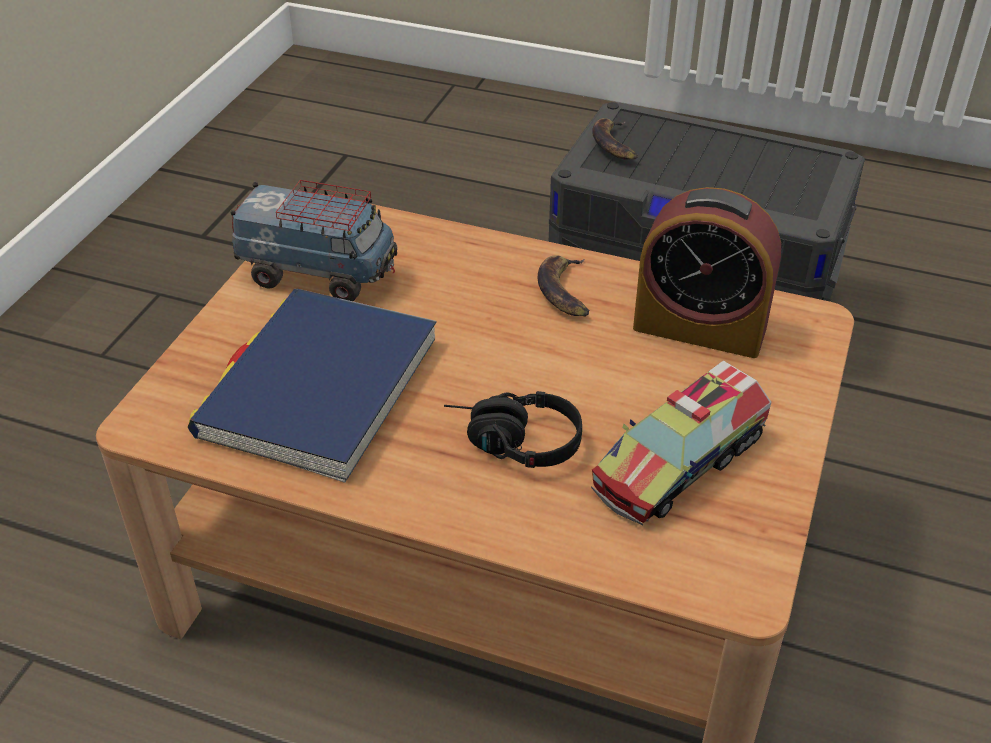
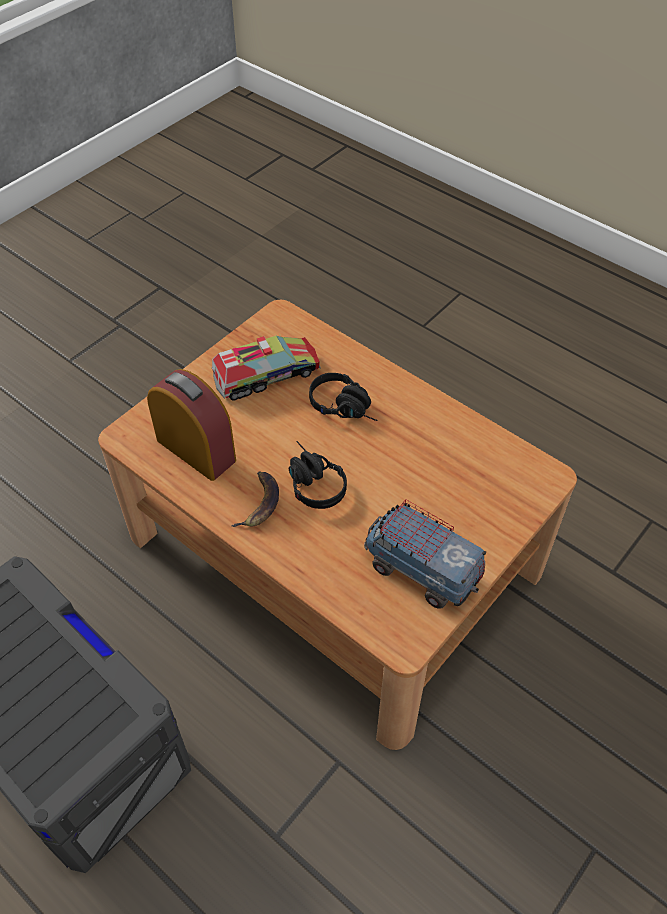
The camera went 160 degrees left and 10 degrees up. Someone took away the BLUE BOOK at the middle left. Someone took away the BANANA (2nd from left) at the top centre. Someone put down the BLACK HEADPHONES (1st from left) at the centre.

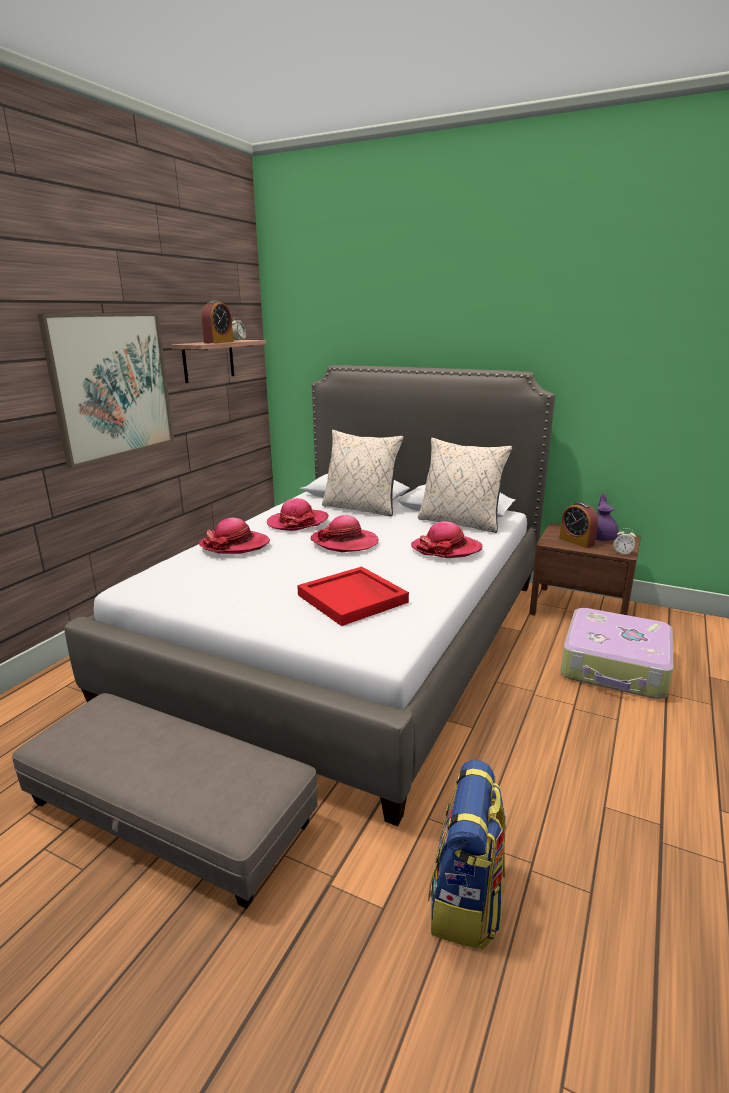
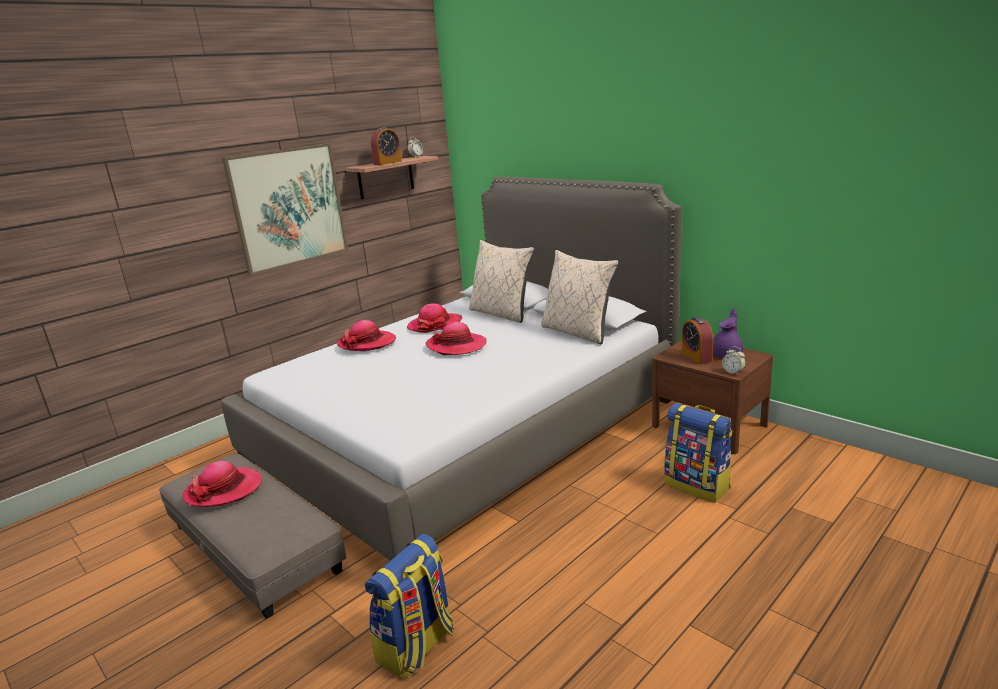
The camera went 20 degrees right and 0 degrees up. Someone took away the RED TRAY at the centre. Someone carried the HAT (4th from left in the first image) from the centre to the bottom left. Someone swapped the SUITCASE at the middle right for the BACKPACK (2nd from left) at the middle right.

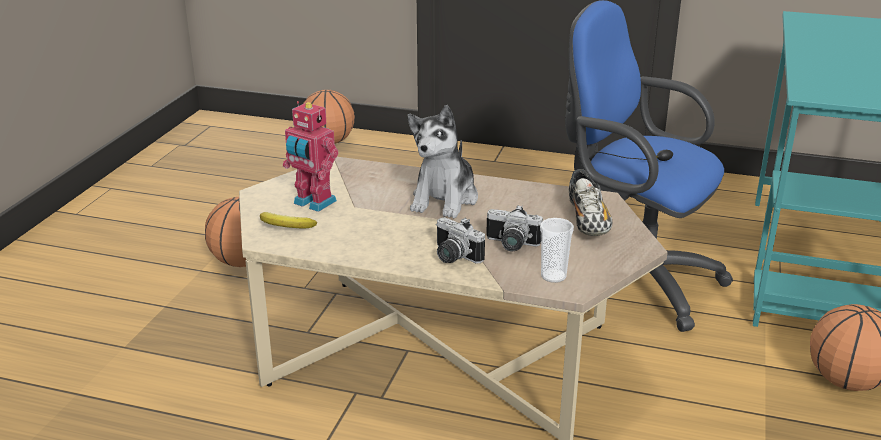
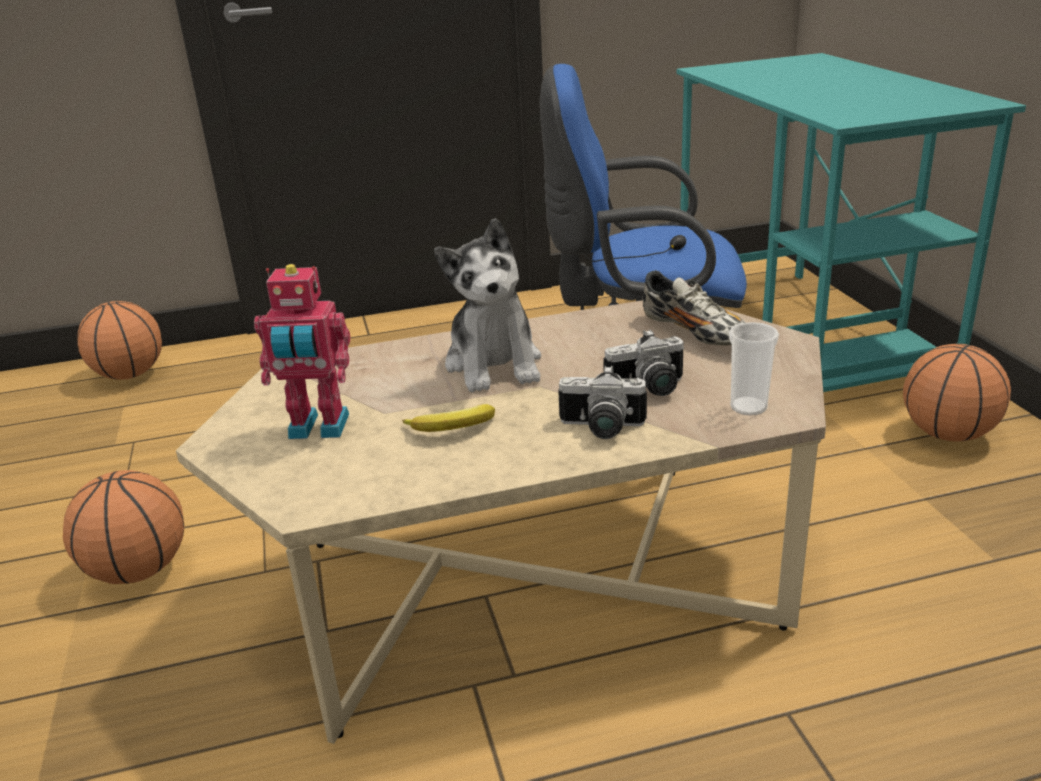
The camera went 30 degrees left and 0 degrees up. Someone carried the BANANA from the middle left to the centre.

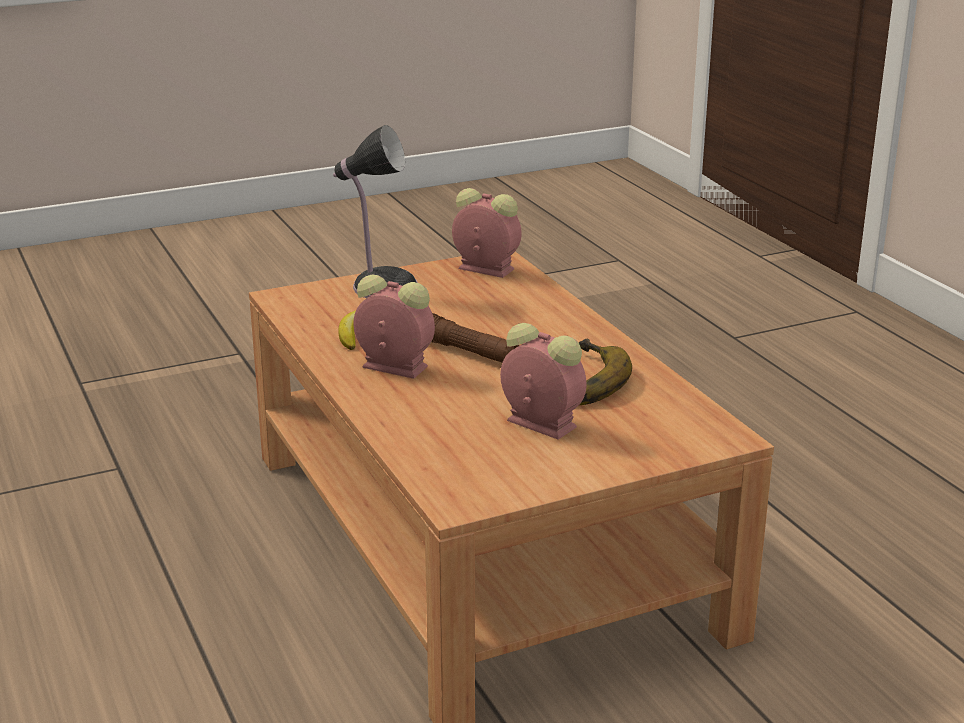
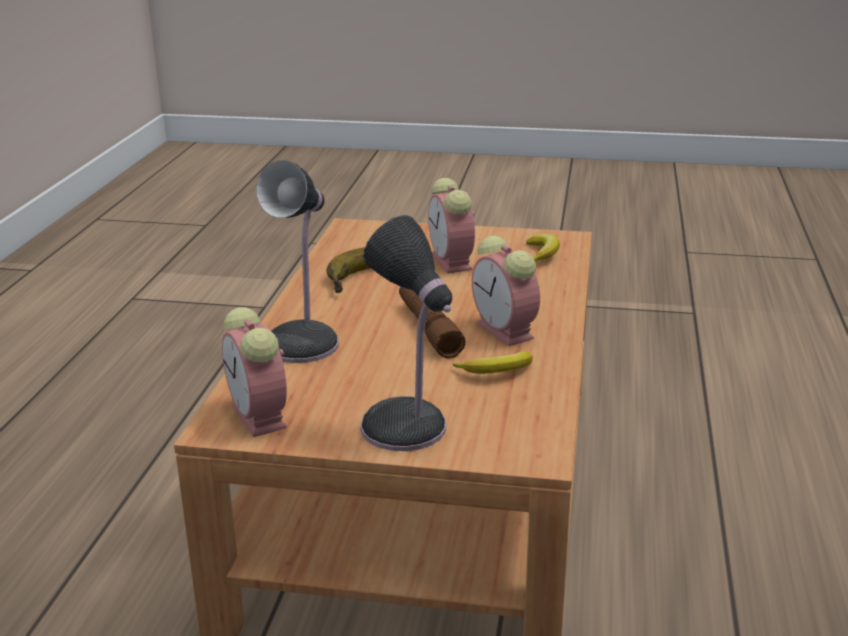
The camera went 145 degrees left and 0 degrees up. Someone put down the TABLE LAMP (1st from left) at the centre. Someone put down the BANANA (3rd from left) at the centre.

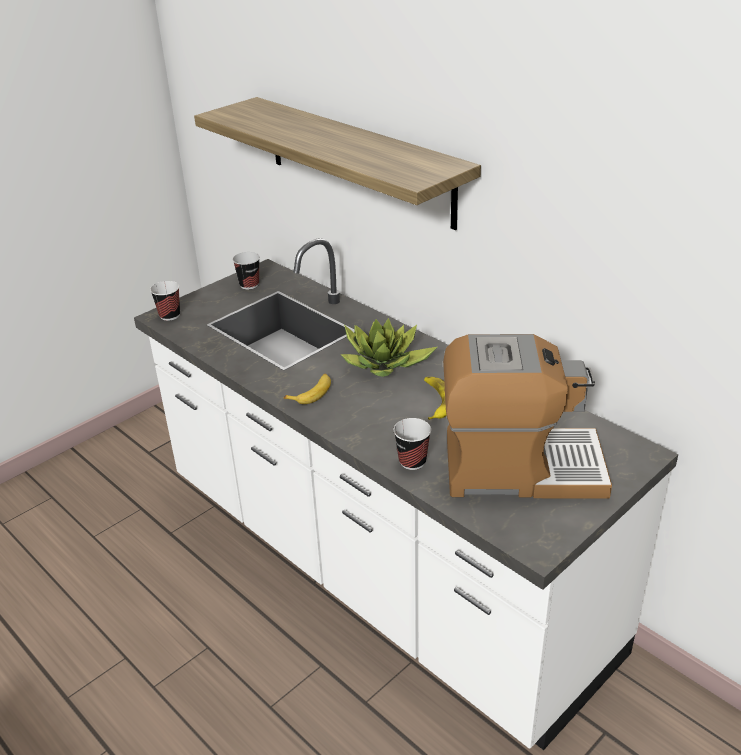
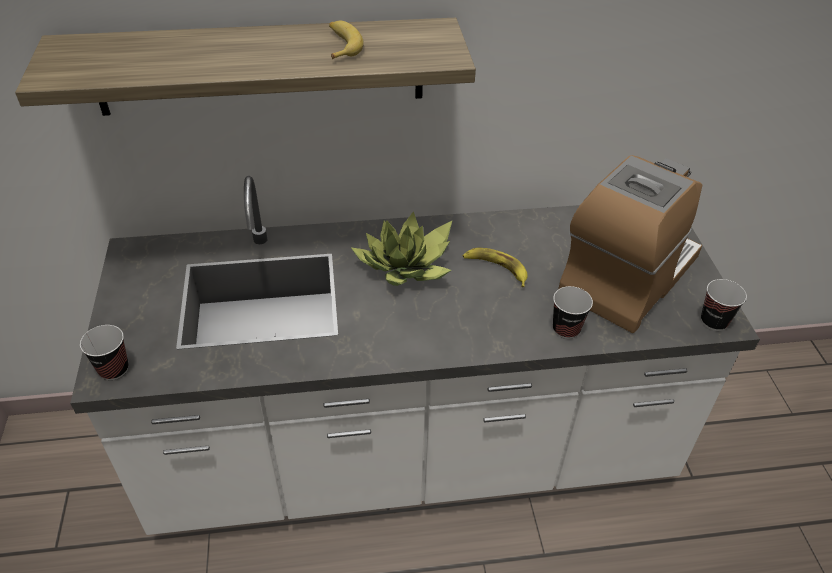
The camera went 55 degrees left and 10 degrees up. Someone carried the CUP (2nd from left in the first image) from the middle left to the middle right. Someone carried the BANANA (1st from left) from the centre to the top centre.

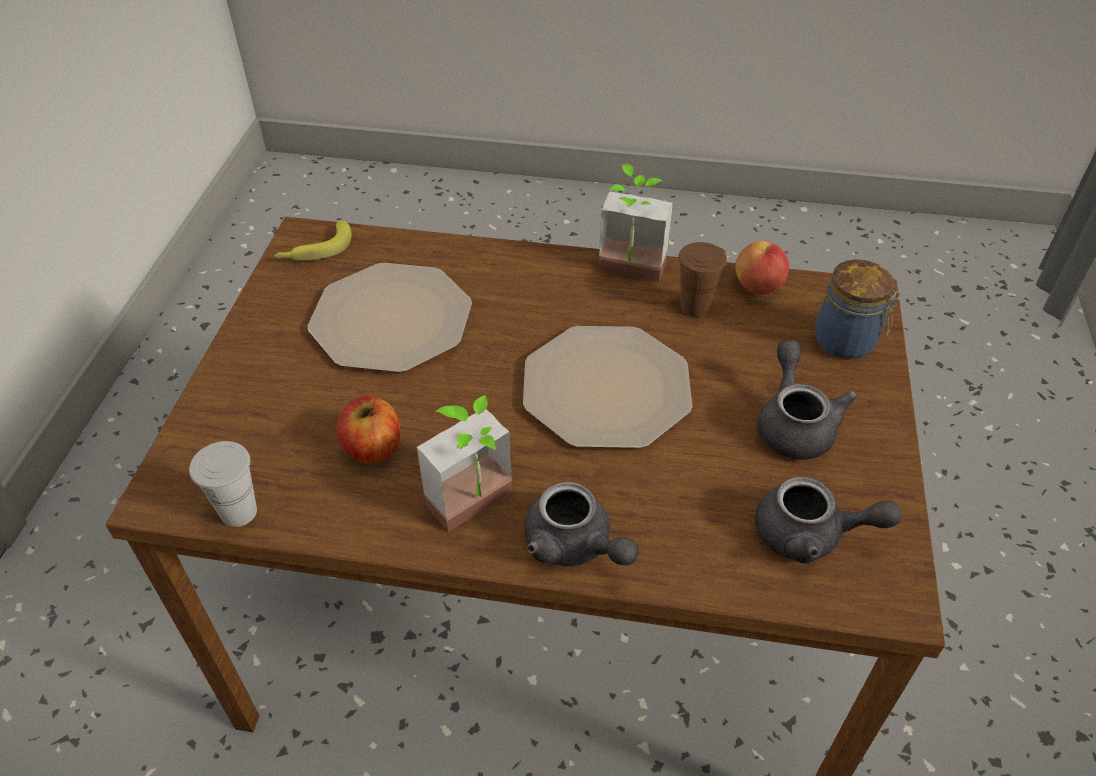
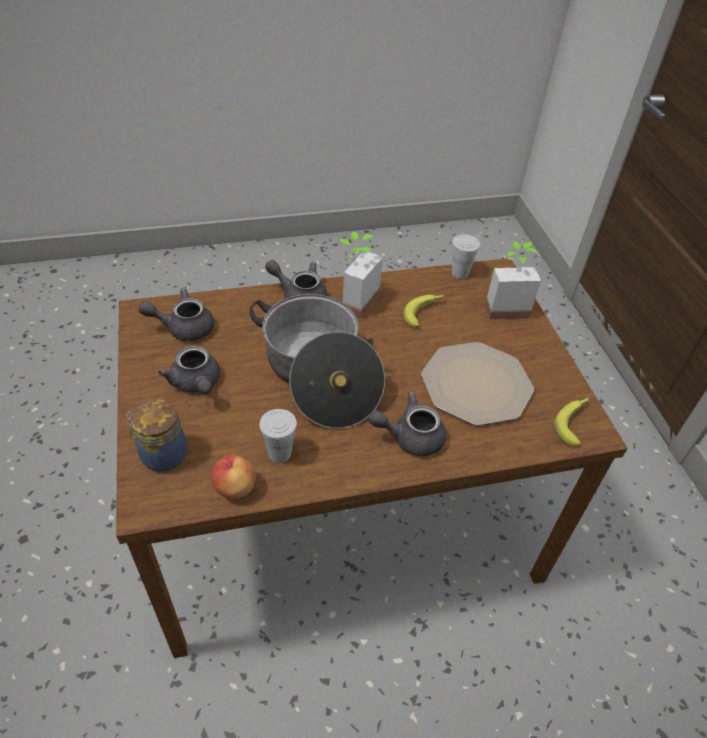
The camera went 155 degrees right and 0 degrees up. Someone put down the GREY TEAPOT (4th from left) at the centre. Someone carried the POTTED PLANT (2nd from left) from the top centre to the middle right. Someone swapped the APPLE (1st from left) at the centre for the BANANA (1st from left) at the centre. Someone swapped the PLATE (2nd from left) at the centre for the COOKING POT at the centre. Someone repainted the BROWN CUP at the centre, which became the WHITE CUP (1st from left) at the centre.

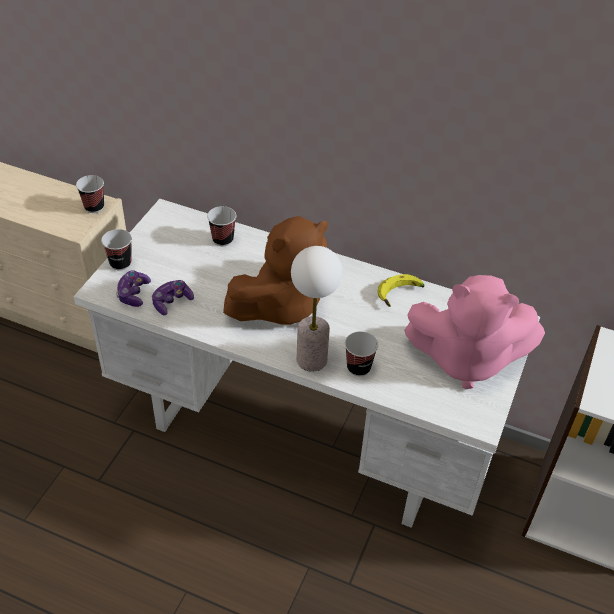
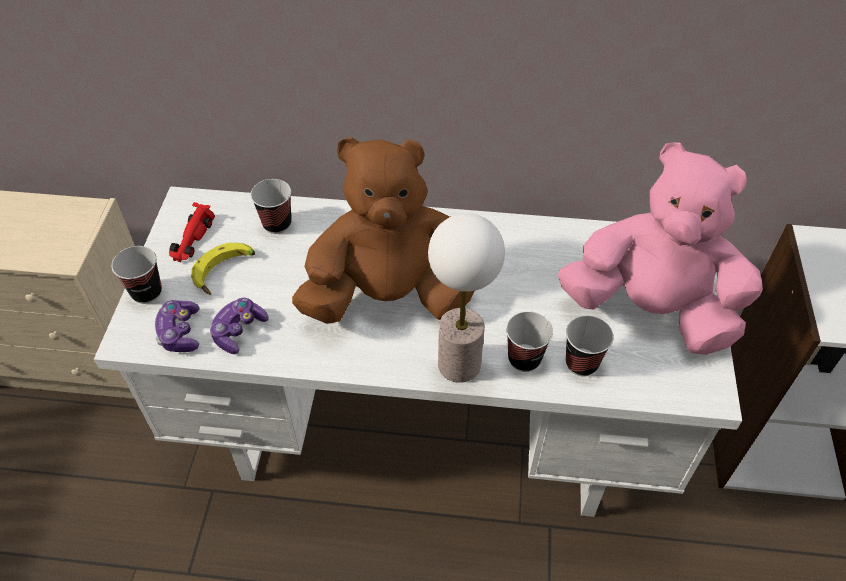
The camera went 15 degrees left and 5 degrees up. Someone put down the RED TOY CAR at the middle left. Someone carried the CUP (1st from left in the first image) from the top left to the middle right. Someone carried the BANANA from the centre to the middle left. Someone rotated the BROWN PLUSH TOY at the centre by 135 degrees counterclockwise. Someone rotated the PINK PLUSH TOY at the middle right by 150 degrees counterclockwise.

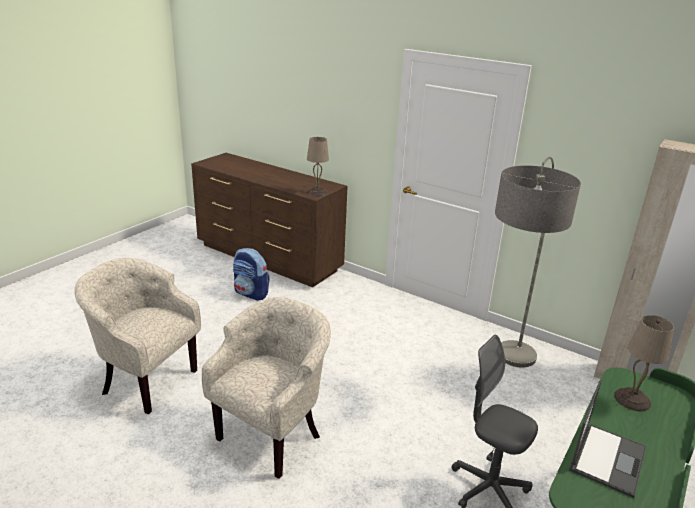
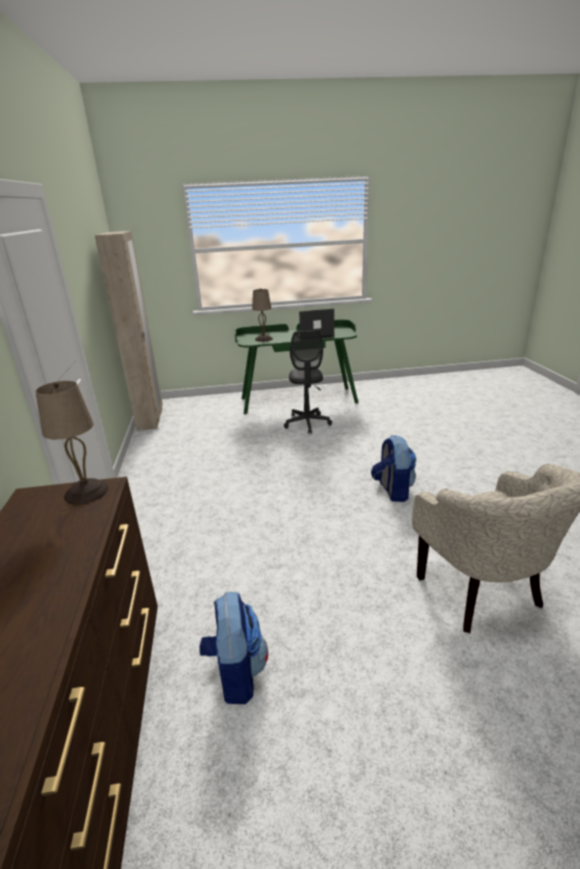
The camera went 130 degrees left and 0 degrees up. Someone took away the FLOOR LAMP at the middle right. Someone swapped the BEIGE ARMCHAIR (2nd from left) at the bottom centre for the BACKPACK (2nd from left) at the middle right.

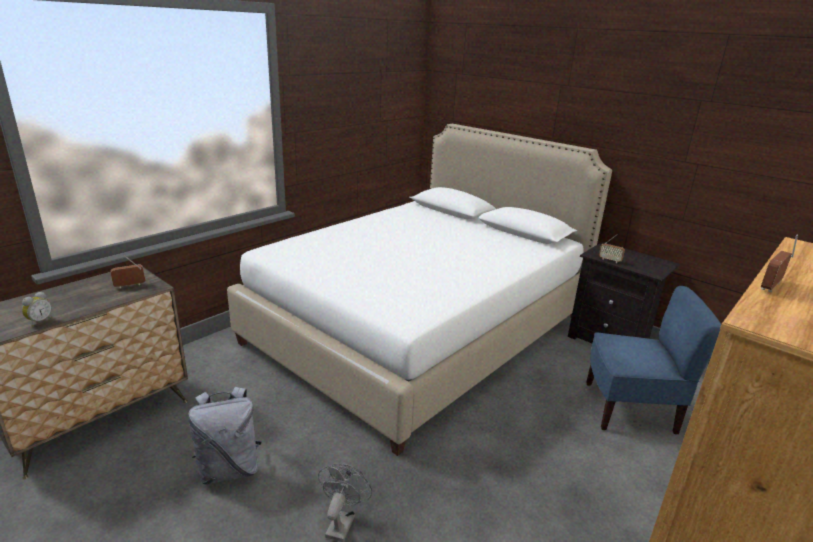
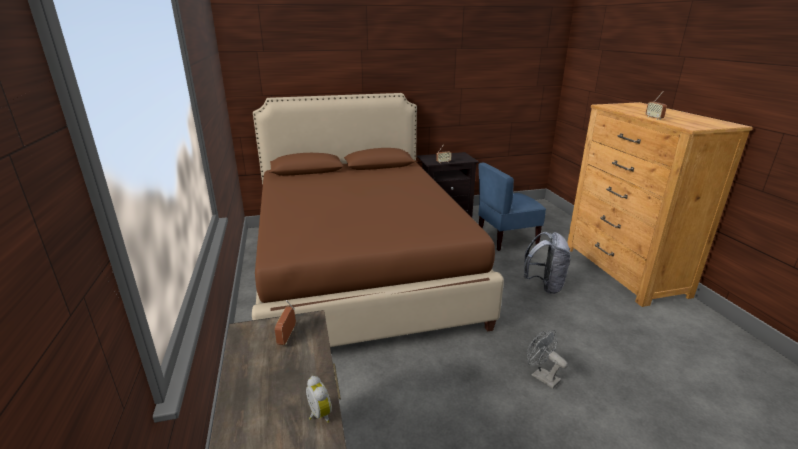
The camera went 55 degrees left and 0 degrees up. Someone carried the GREY BACKPACK from the bottom left to the middle right. Someone repainted the WHITE BED at the centre, which became the BROWN BED at the centre. Someone rotated the BLUE CHAIR at the middle right by 150 degrees counterclockwise.

